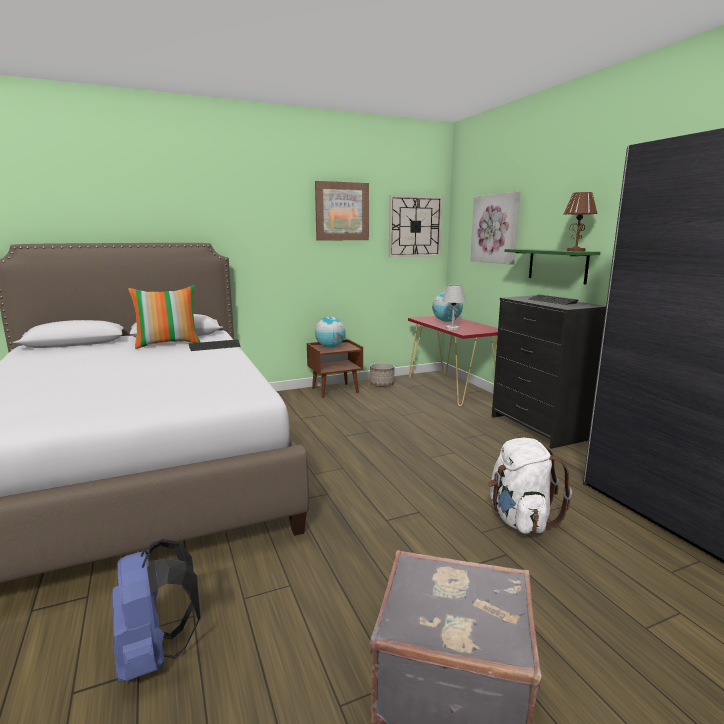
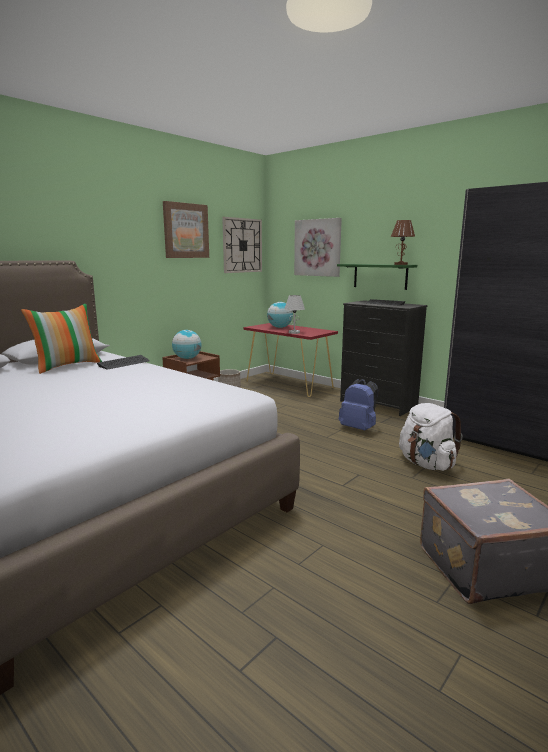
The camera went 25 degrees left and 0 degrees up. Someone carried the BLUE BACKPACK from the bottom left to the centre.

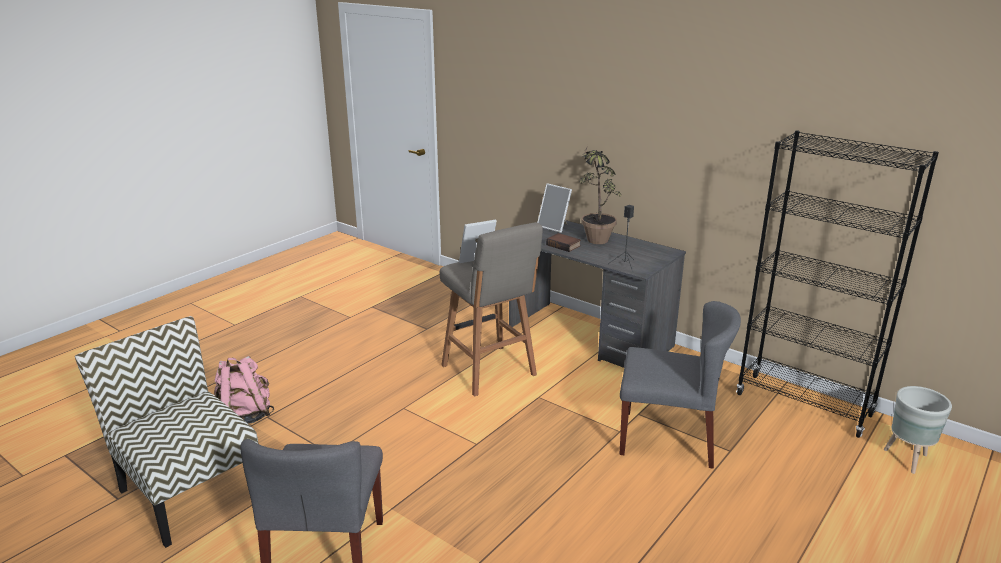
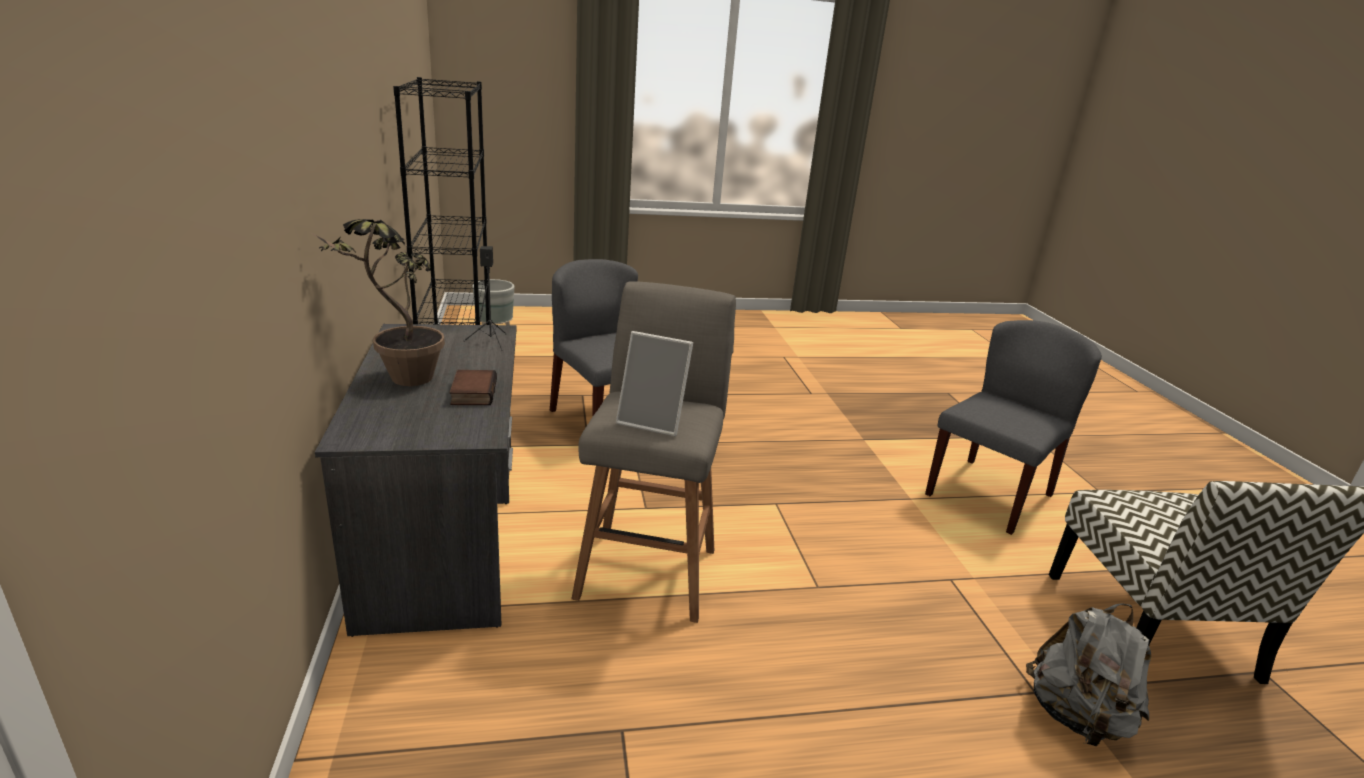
The camera went 140 degrees left and 0 degrees up. Someone took away the PICTURE FRAME (2nd from left) at the centre. Someone repainted the PINK BACKPACK at the bottom left, which became the GREY BACKPACK at the bottom right.

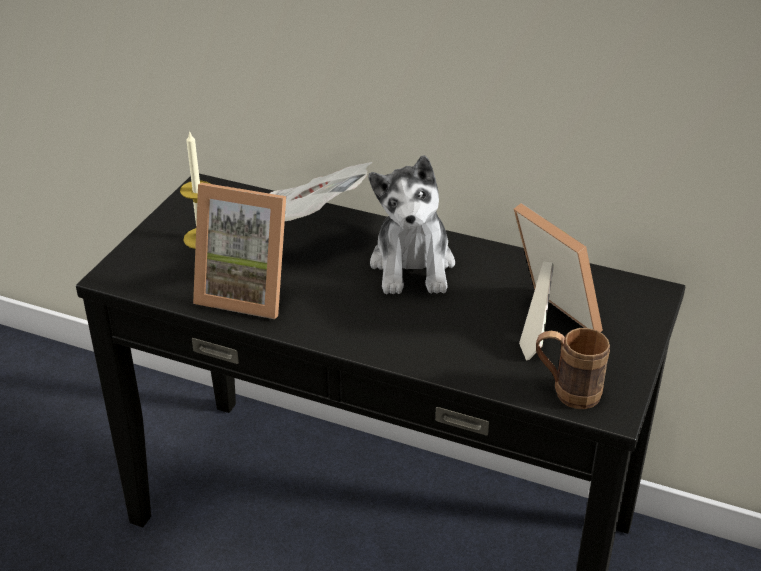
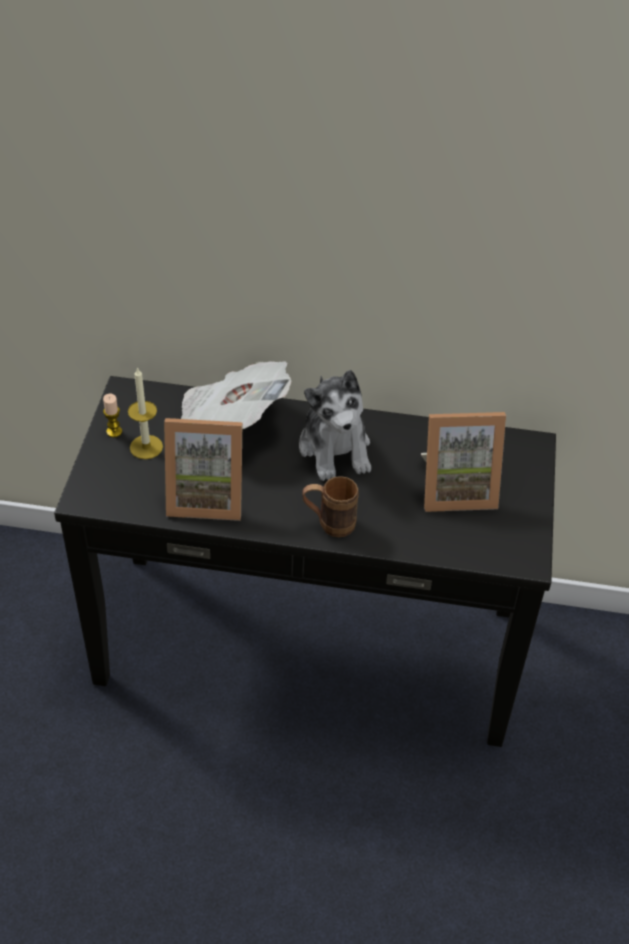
The camera went 15 degrees left and 10 degrees up. Someone put down the CANDLE (1st from left) at the middle left. Someone carried the BROWN MUG from the middle right to the centre. Someone rotated the PICTURE FRAME (2nd from left) at the middle right by 135 degrees clockwise.

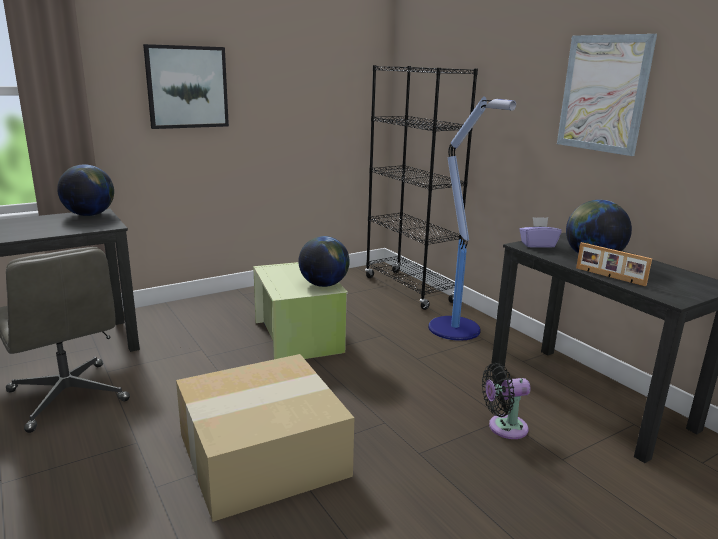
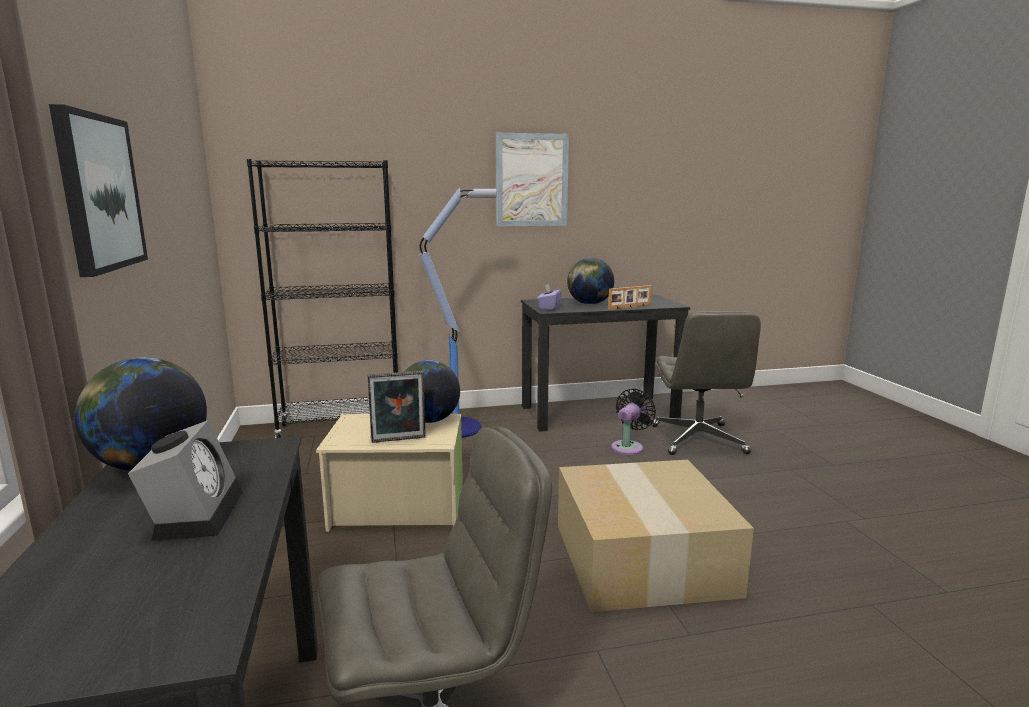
The camera went 70 degrees left and 5 degrees down. Someone put down the ALARM CLOCK at the bottom left. Someone put down the PICTURE FRAME (1st from left) at the centre. Someone put down the GREY OFFICE CHAIR (2nd from left) at the middle right. Someone repainted the GREEN STORAGE BOX at the centre, which became the BEIGE STORAGE BOX at the bottom centre. Someone rotated the BLACK FAN at the bottom right by 150 degrees counterclockwise.

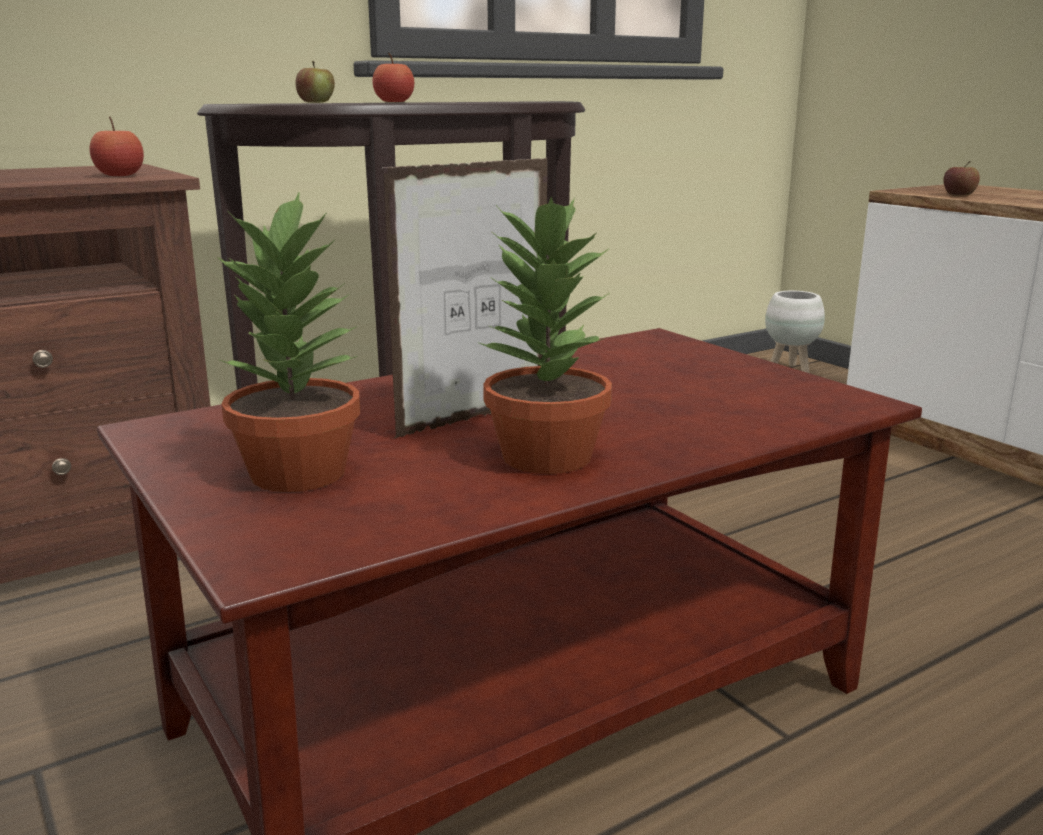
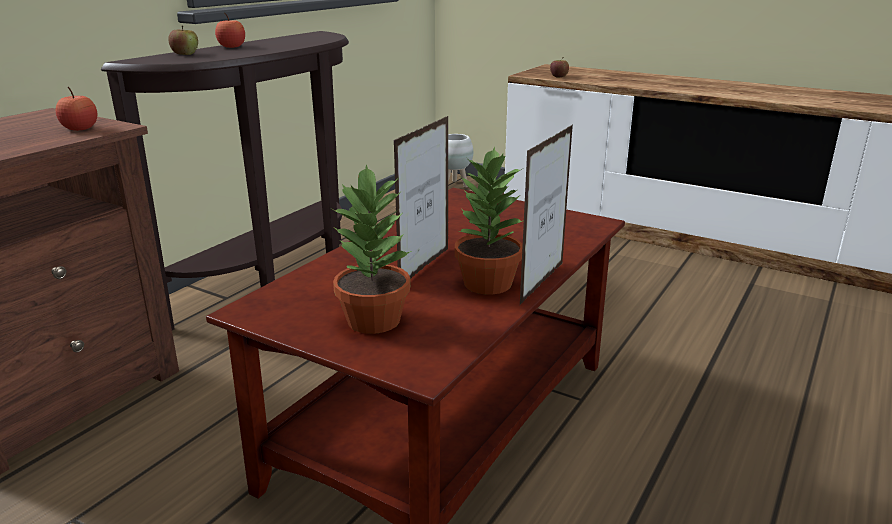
The camera went 25 degrees left and 5 degrees up. Someone put down the PICTURE FRAME (2nd from left) at the centre.

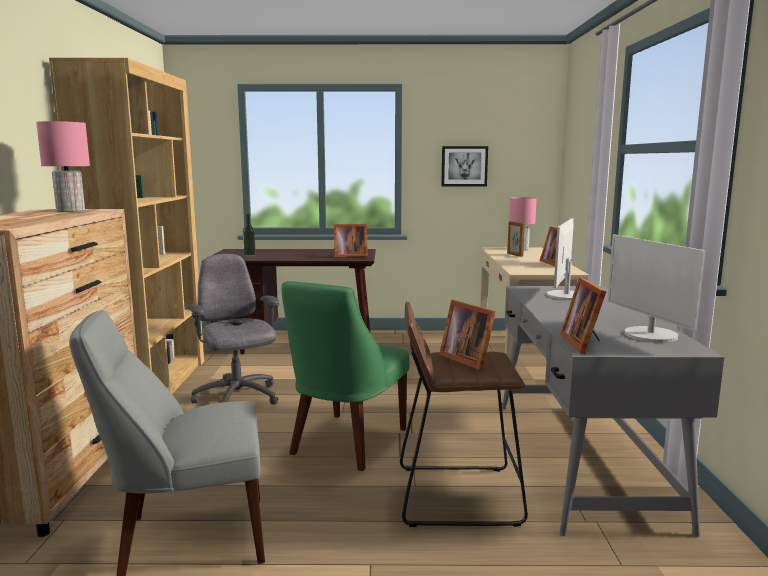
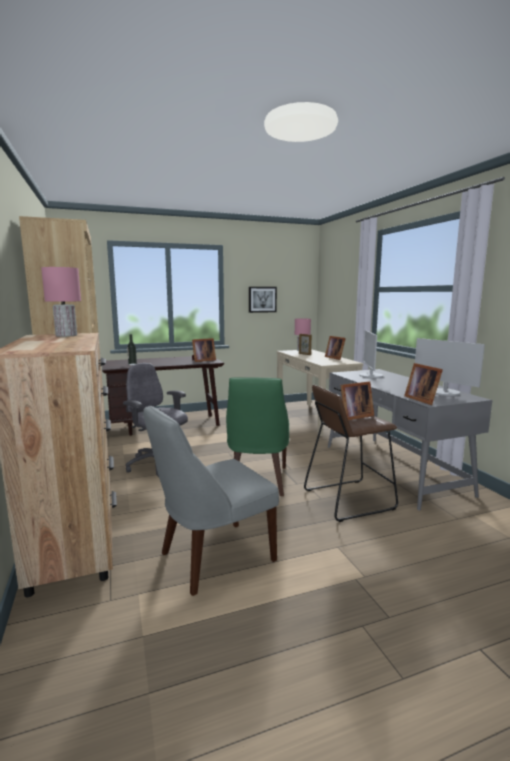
The camera went 20 degrees left and 0 degrees up. Someone rotated the PICTURE FRAME (2nd from left in the first image) at the centre by 60 degrees counterclockwise.

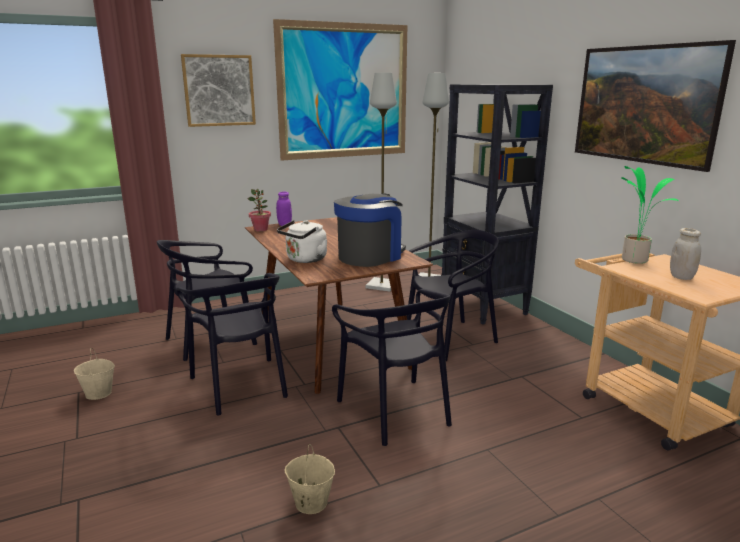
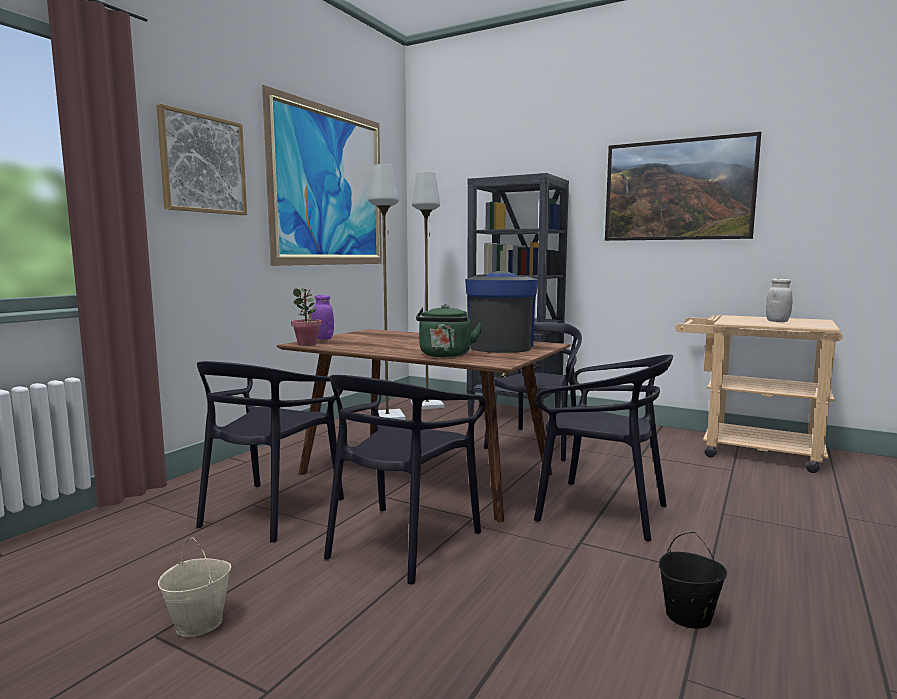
The camera went 35 degrees left and 10 degrees down. Someone took away the POTTED PLANT (2nd from left) at the middle right. Someone repainted the WHITE KETTLE at the centre, which became the GREEN KETTLE at the centre. Someone repainted the BEIGE BUCKET (2nd from left) at the bottom centre, which became the BLACK BUCKET at the bottom right. Someone rotated the BLACK CHAIR (2nd from left) at the middle left by 90 degrees clockwise.

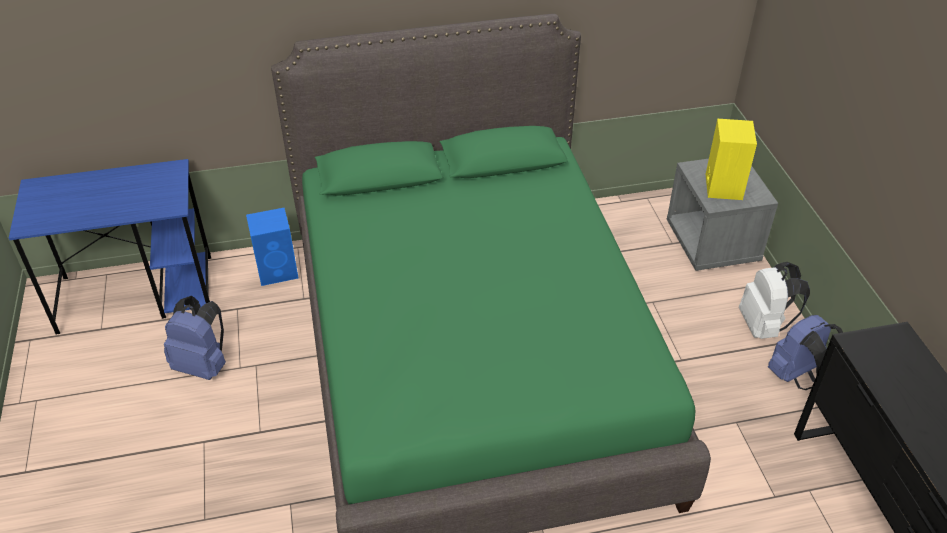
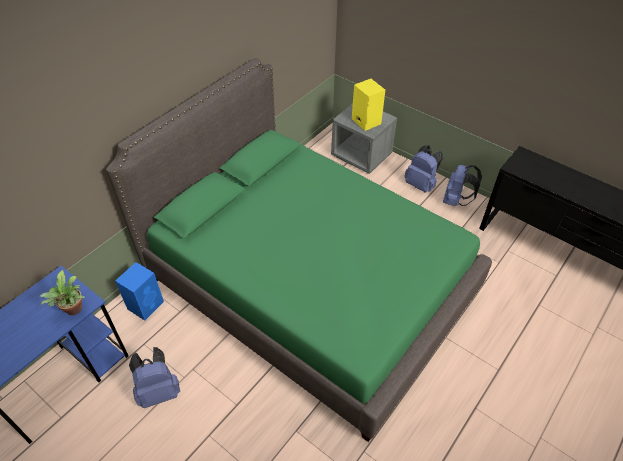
The camera went 40 degrees left and 5 degrees up. Someone put down the POTTED PLANT at the middle left. Someone repainted the WHITE BACKPACK at the middle right, which became the BLUE BACKPACK (2nd from left) at the middle right.

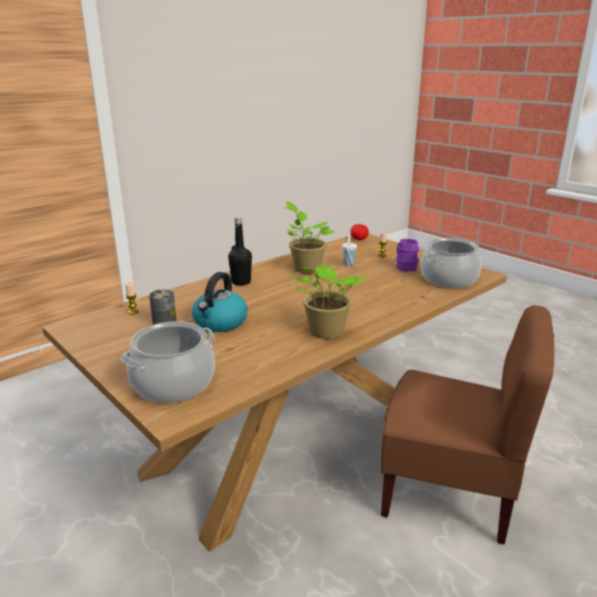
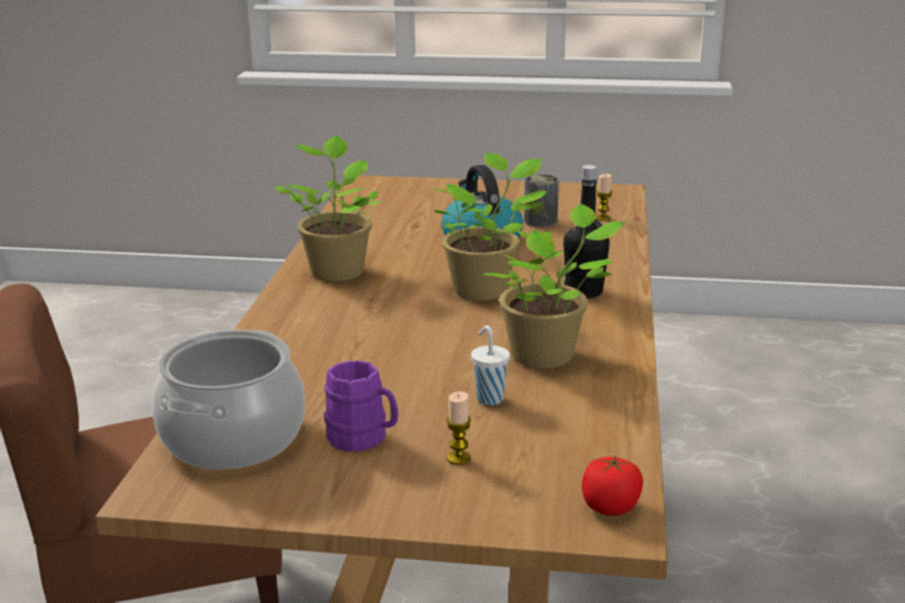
The camera went 140 degrees right and 0 degrees up. Someone took away the COOKING POT (1st from left) at the middle left. Someone put down the POTTED PLANT (2nd from left) at the centre.

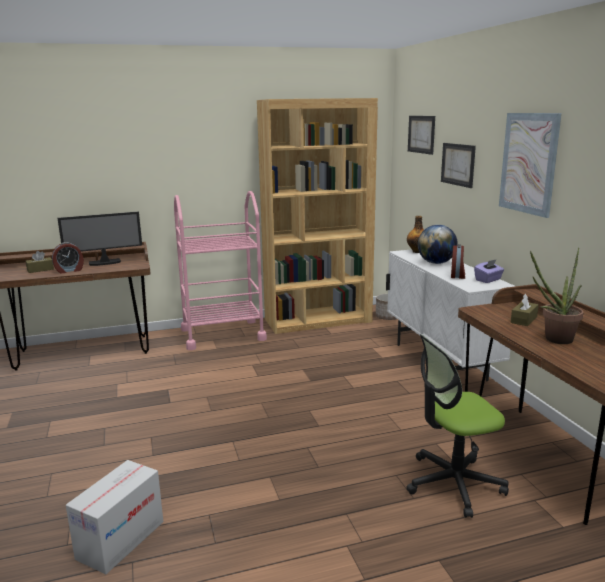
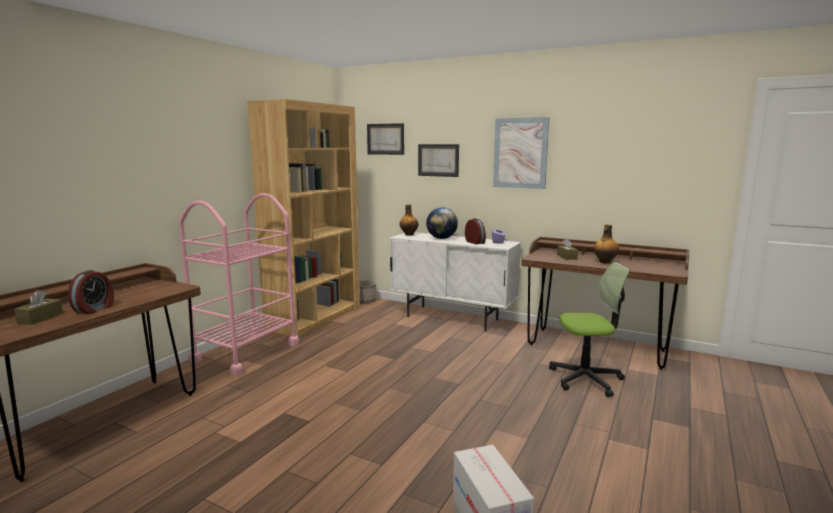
The camera went 45 degrees left and 5 degrees down. Someone took away the MONITOR at the middle left. Someone swapped the POTTED PLANT at the middle right for the BOTTLE (2nd from left) at the middle right. Someone rotated the OFFICE CHAIR at the bottom right by 120 degrees counterclockwise.

